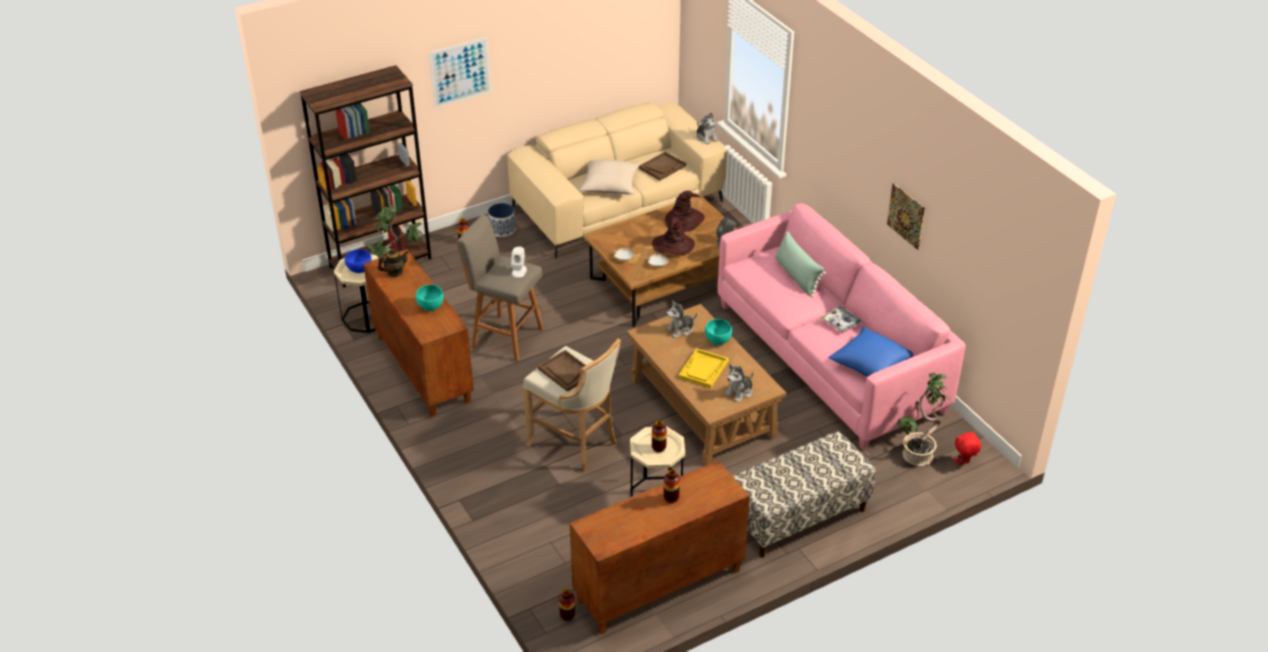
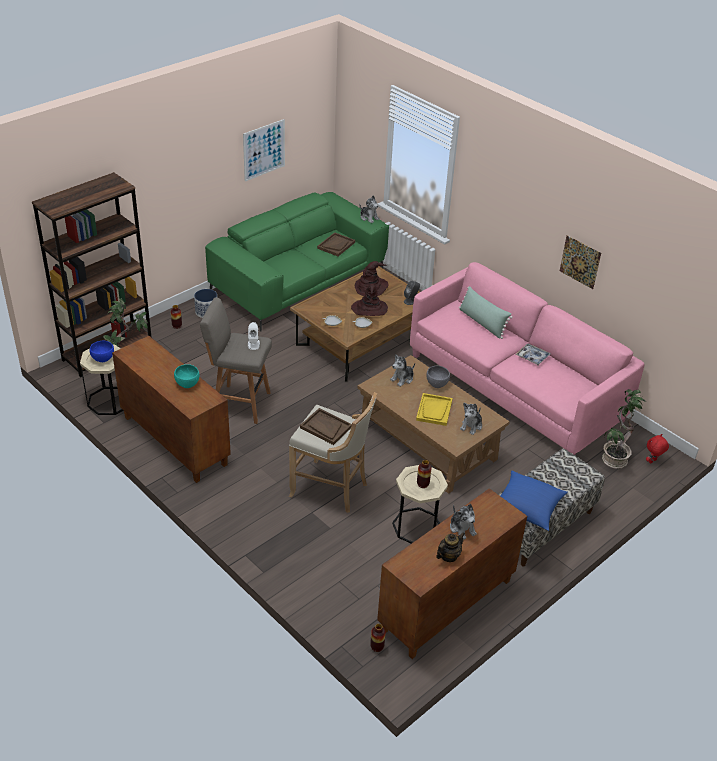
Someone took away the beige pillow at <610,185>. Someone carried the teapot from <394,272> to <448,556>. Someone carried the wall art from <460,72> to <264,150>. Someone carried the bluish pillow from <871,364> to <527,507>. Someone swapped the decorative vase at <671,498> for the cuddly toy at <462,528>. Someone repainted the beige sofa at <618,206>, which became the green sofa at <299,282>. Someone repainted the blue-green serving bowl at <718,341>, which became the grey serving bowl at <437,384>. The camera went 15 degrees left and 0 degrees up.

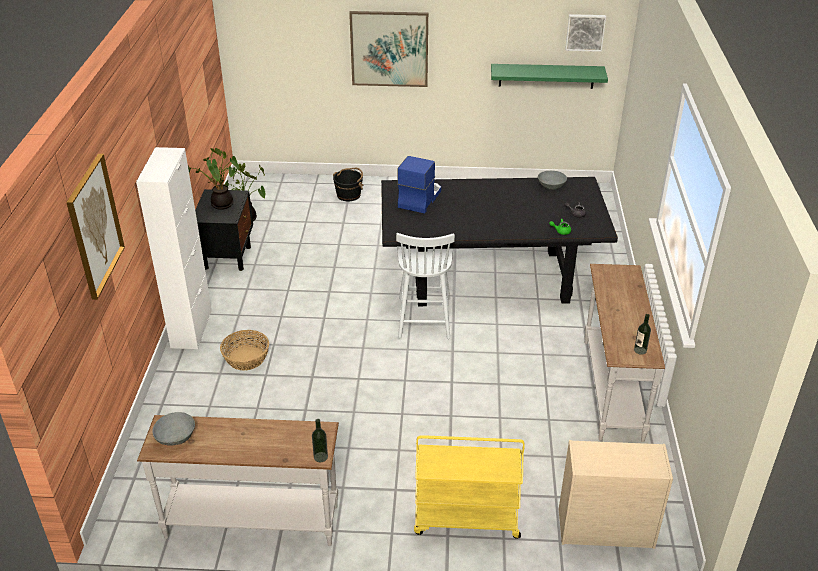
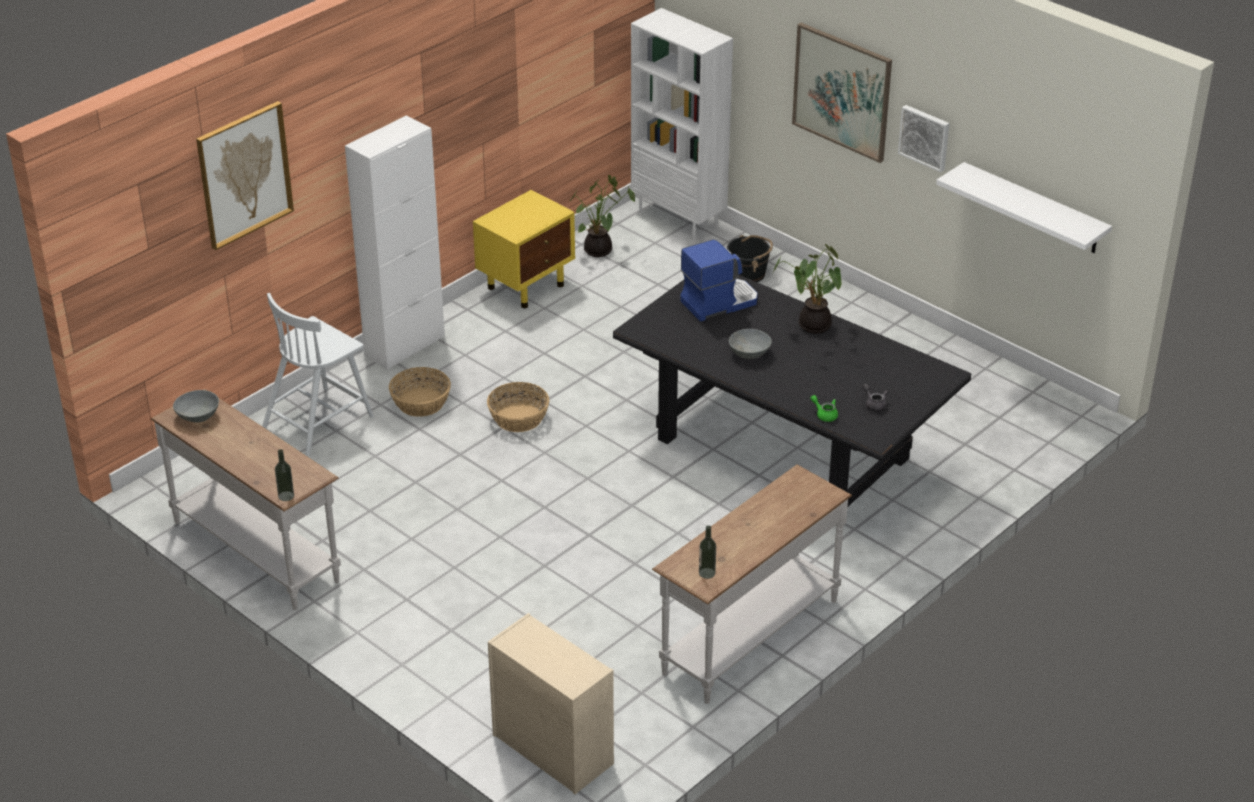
Someone took away the yellowish wheeled cart at <465,520>. Someone put down the household basket at <518,418>. Someone put down the whitish shelving unit at <679,219>. Someone carried the potted plant from <220,205> to <811,325>. Someone carried the whitish upright chair from <424,316> to <319,421>. Someone carried the grey serving bowl from <551,186> to <750,353>. Someone carried the wall art from <585,32> to <925,137>. Someone repainted the black-coloured bedside table at <227,257>, which became the yellowish bedside table at <526,286>. Someone repainted the green wall shelf at <546,76>, which became the whitish wall shelf at <1034,209>. The camera went 40 degrees right and 0 degrees up.

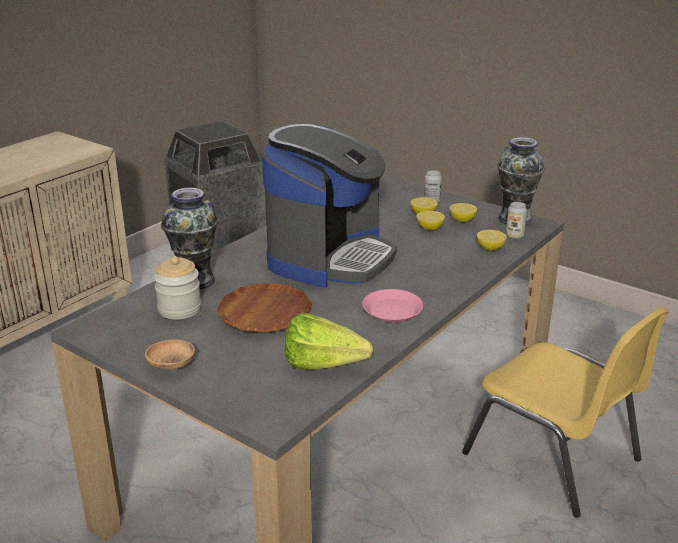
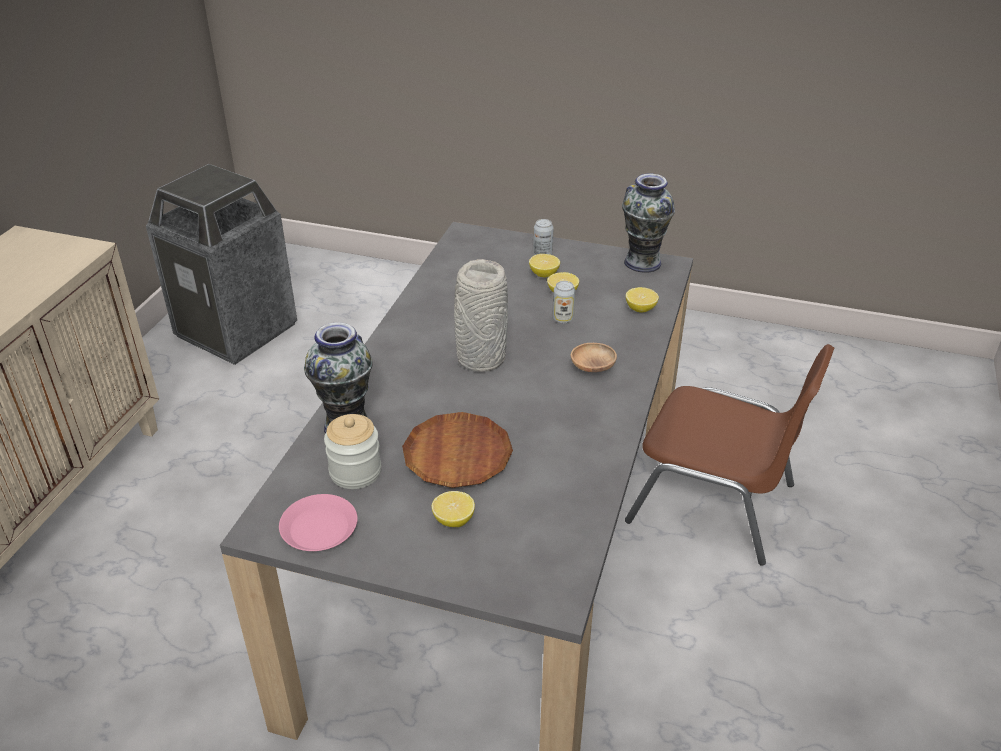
Someone took away the lettuce head at <329,367>. Someone carried the brown-coloured serving bowl from <171,366> to <592,368>. Someone carried the pink flat dish from <392,311> to <319,529>. Someone carried the citrus fruit from <462,220> to <453,520>. Someone carried the metal can from <514,236> to <563,318>. Someone swapped the coffee machine at <330,258> for the grey decorative vase at <480,358>. Someone repainted the yellowish upright chair at <554,457>, which became the brown-coloured upright chair at <714,503>. The camera went 20 degrees left and 10 degrees up.

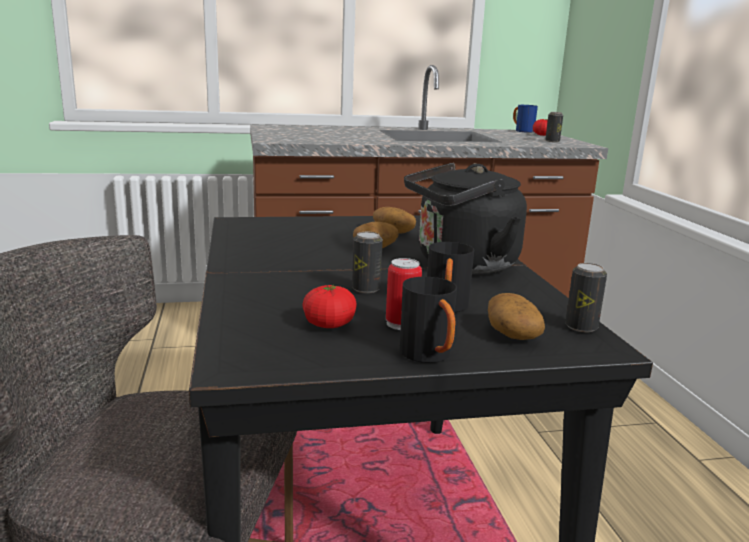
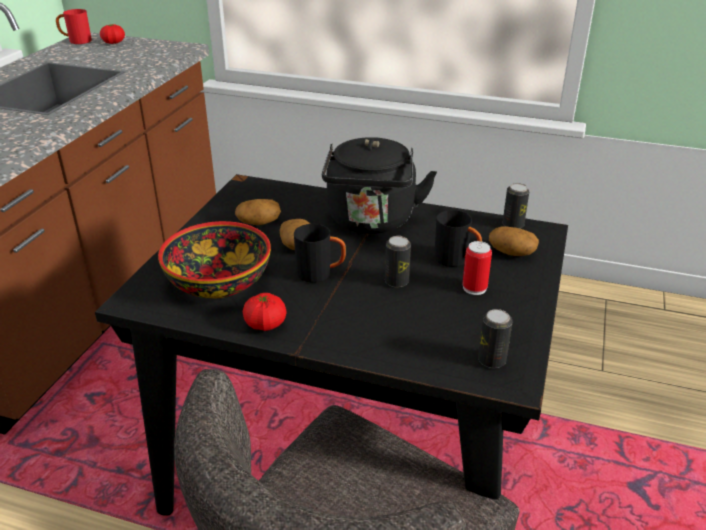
Someone put down the serving bowl at <218,282>. Someone carried the tomato from <329,324> to <265,324>. Someone carried the black-coloured coffee mug from <430,357> to <321,274>. Someone carried the metal can from <552,141> to <491,360>. Someone repainted the bluish coffee mug at <521,131>, which became the red coffee mug at <76,41>. The camera went 60 degrees left and 15 degrees up.

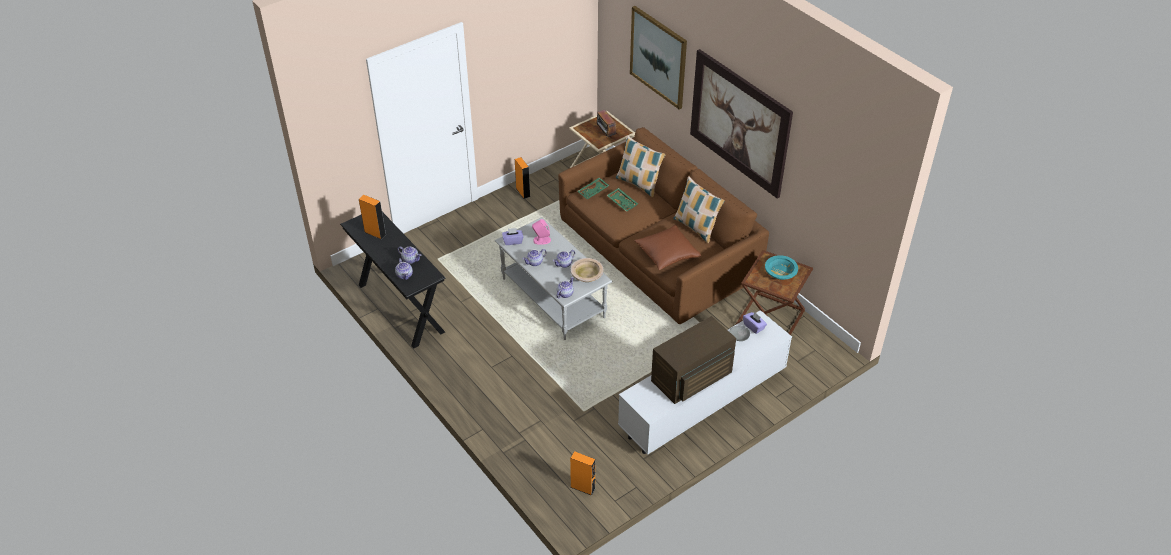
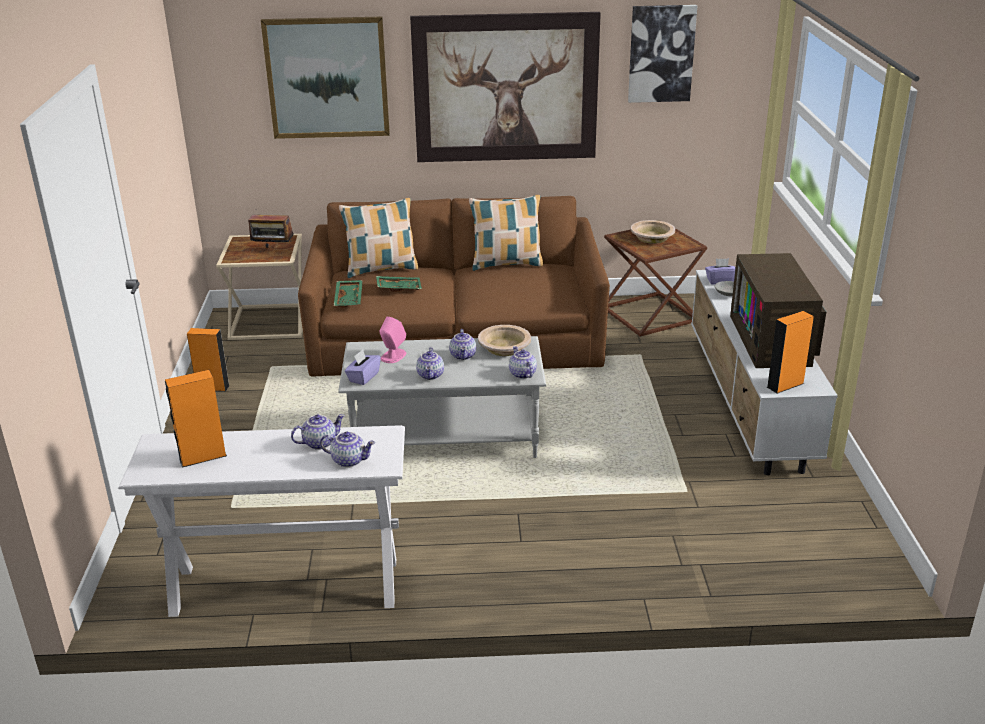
Someone took away the brown-coloured pillow at <667,254>. Someone put up the wall art at <661,53>. Someone carried the orange-coloured speaker from <582,487> to <785,385>. Someone repainted the black-coloured narrow table at <401,308>, which became the whitish narrow table at <285,587>. Someone repainted the blue-green serving bowl at <780,272>, which became the beige serving bowl at <652,237>. The camera went 55 degrees left and 15 degrees down.

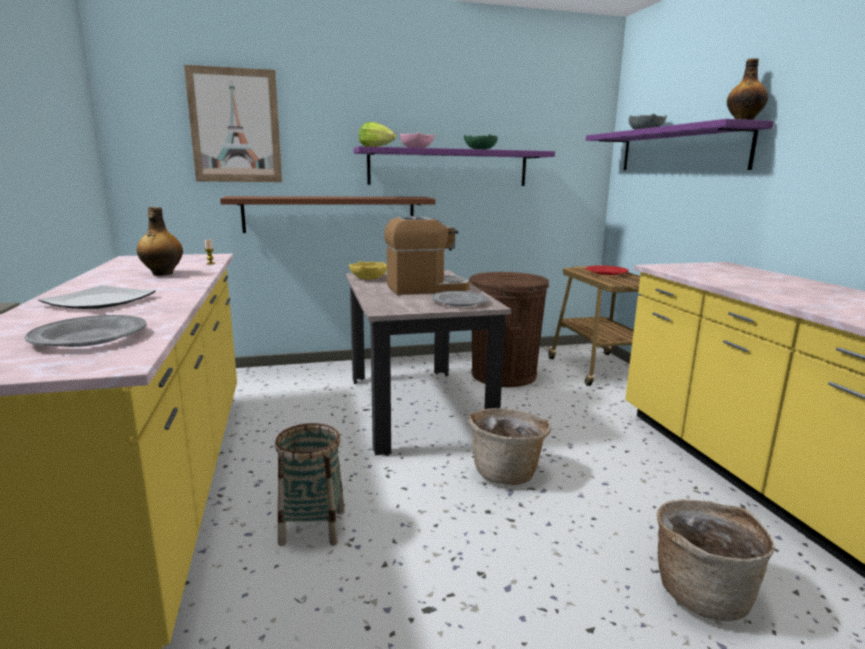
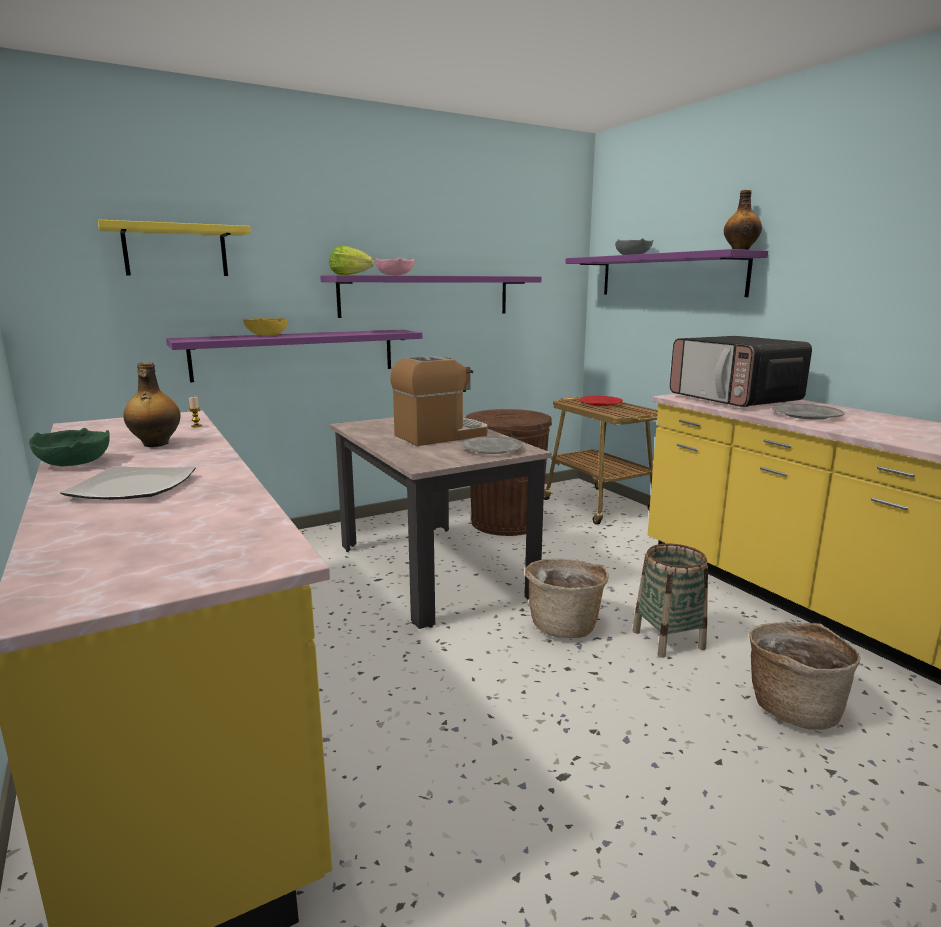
Someone put down the microwave at <734,399>. Someone carried the grey flat dish from <89,337> to <806,415>. Someone carried the household basket from <312,527> to <668,640>. Someone carried the yellowish serving bowl from <369,278> to <267,335>. Someone carried the green serving bowl from <480,149> to <74,463>. Someone swapped the wall art at <235,126> for the yellowish wall shelf at <175,251>. Someone repainted the brown-coloured wall shelf at <330,214>, which became the purple wall shelf at <296,354>. The camera went 15 degrees left and 0 degrees up.

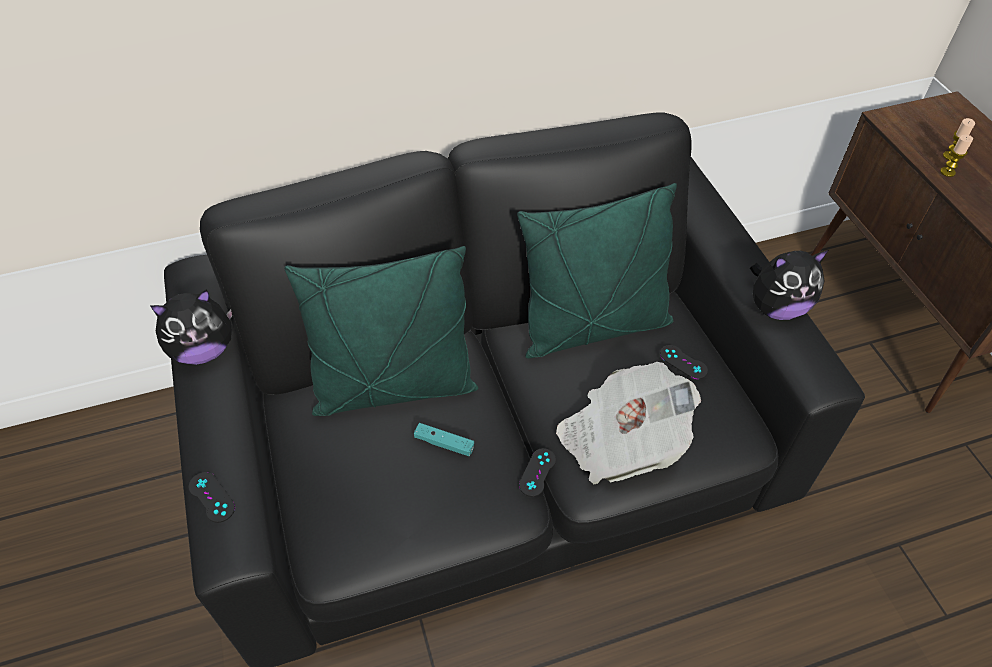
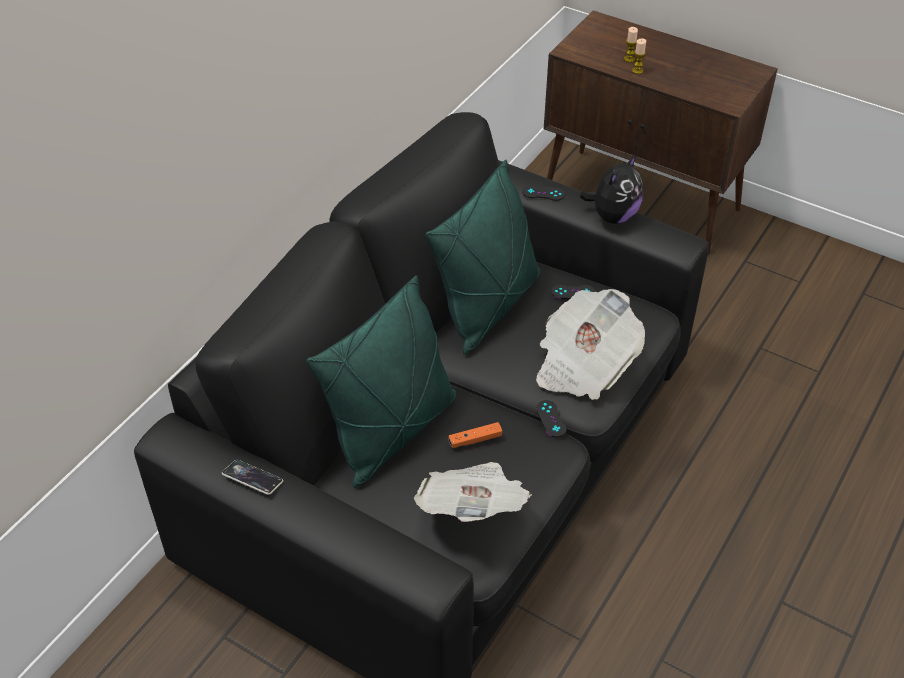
Someone put down the printed paper at <473,509>. Someone carried the black-coloured game controller from <211,497> to <543,193>. Someone swapped the cuddly toy at <204,350> for the phone at <253,479>. Someone repainted the blue-green game controller at <444,443>, which became the orange-coloured game controller at <475,440>. The camera went 40 degrees left and 5 degrees down.

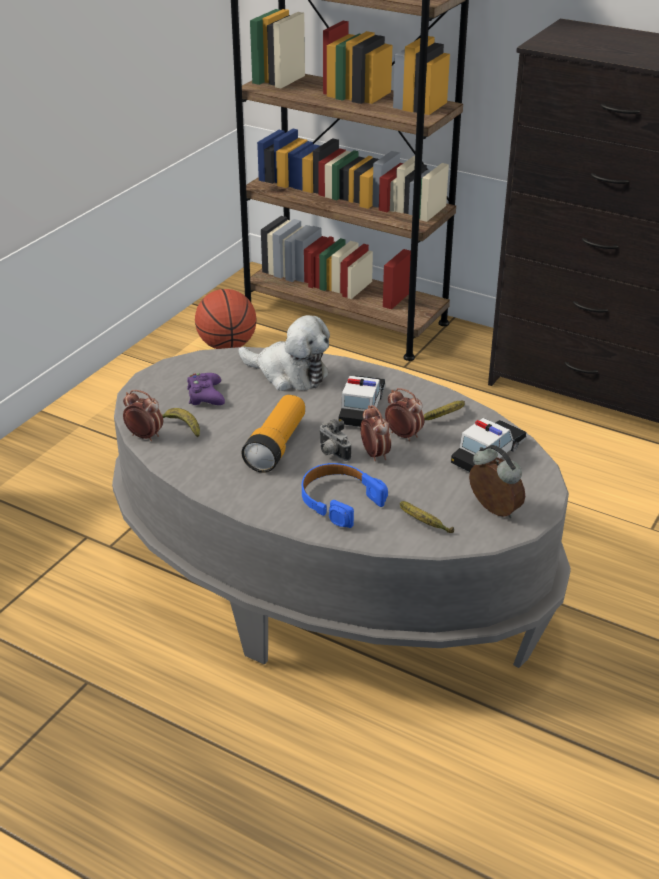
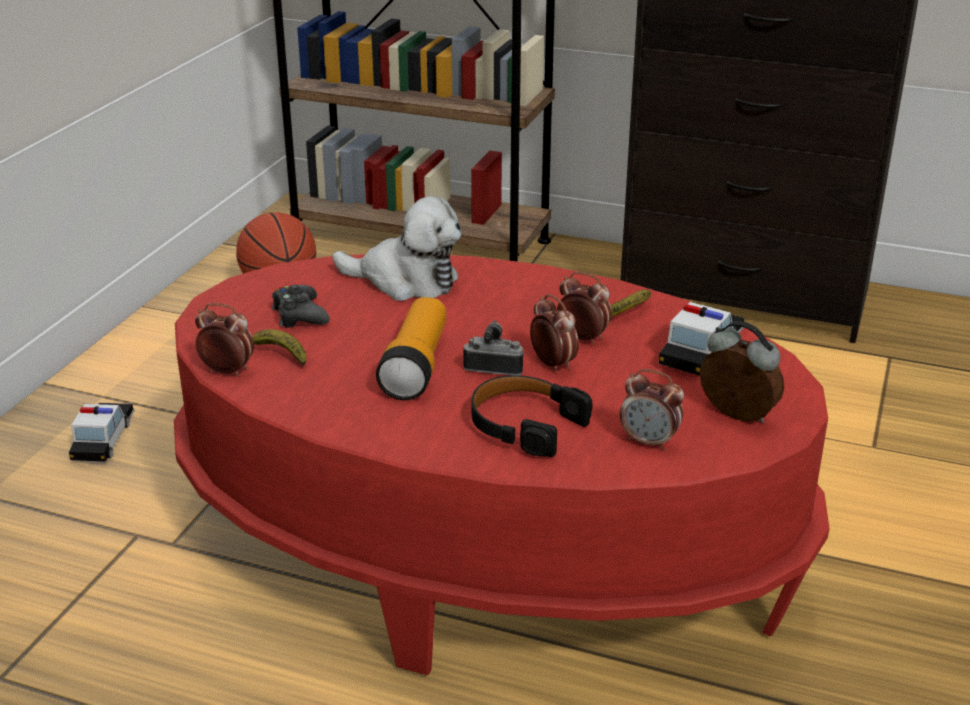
Someone carried the model car from <362,407> to <103,438>. Someone swapped the whole banana at <423,524> for the bedside clock at <649,442>. Someone repainted the grey low table at <329,575>, which became the red low table at <484,548>. Someone repainted the purple game controller at <205,395>, which became the black-coloured game controller at <299,315>. Someone repainted the bluish pair of headphones at <339,501>, which became the black-coloured pair of headphones at <525,425>. Someone rotated the still camera at <331,453> by 150 degrees clockwise. The camera went 10 degrees left and 5 degrees down.

